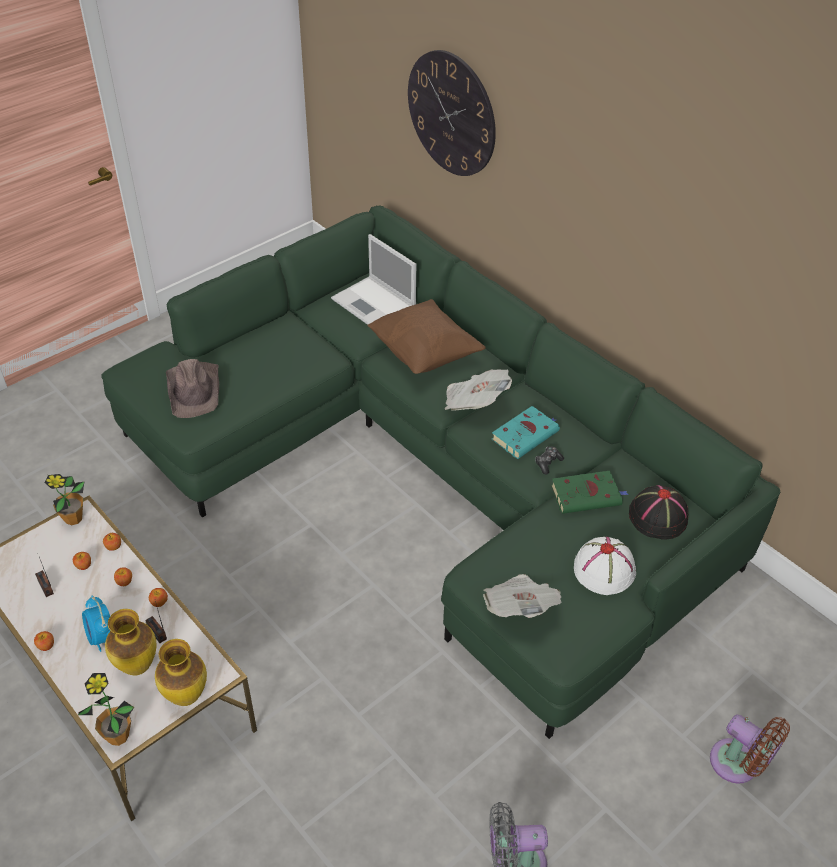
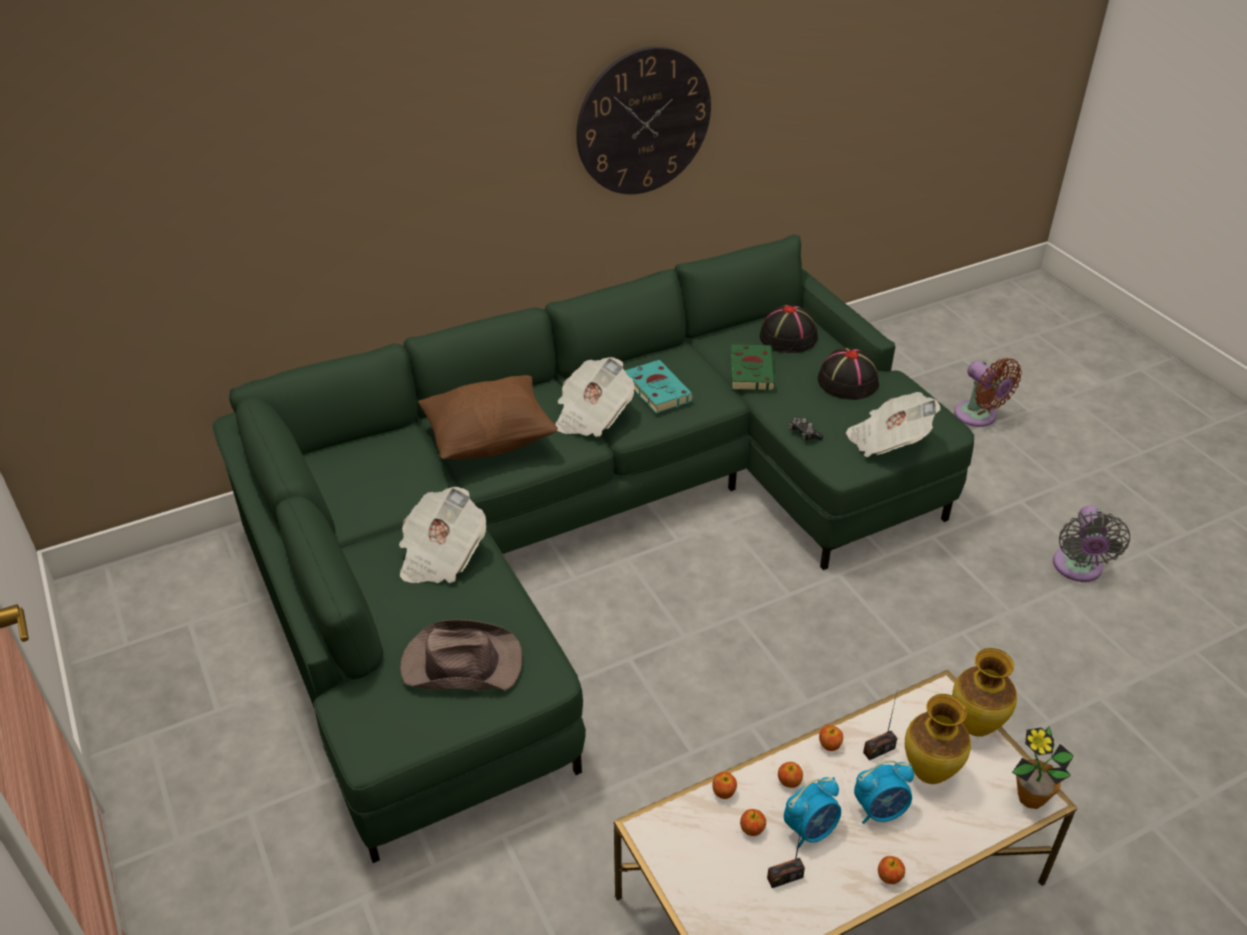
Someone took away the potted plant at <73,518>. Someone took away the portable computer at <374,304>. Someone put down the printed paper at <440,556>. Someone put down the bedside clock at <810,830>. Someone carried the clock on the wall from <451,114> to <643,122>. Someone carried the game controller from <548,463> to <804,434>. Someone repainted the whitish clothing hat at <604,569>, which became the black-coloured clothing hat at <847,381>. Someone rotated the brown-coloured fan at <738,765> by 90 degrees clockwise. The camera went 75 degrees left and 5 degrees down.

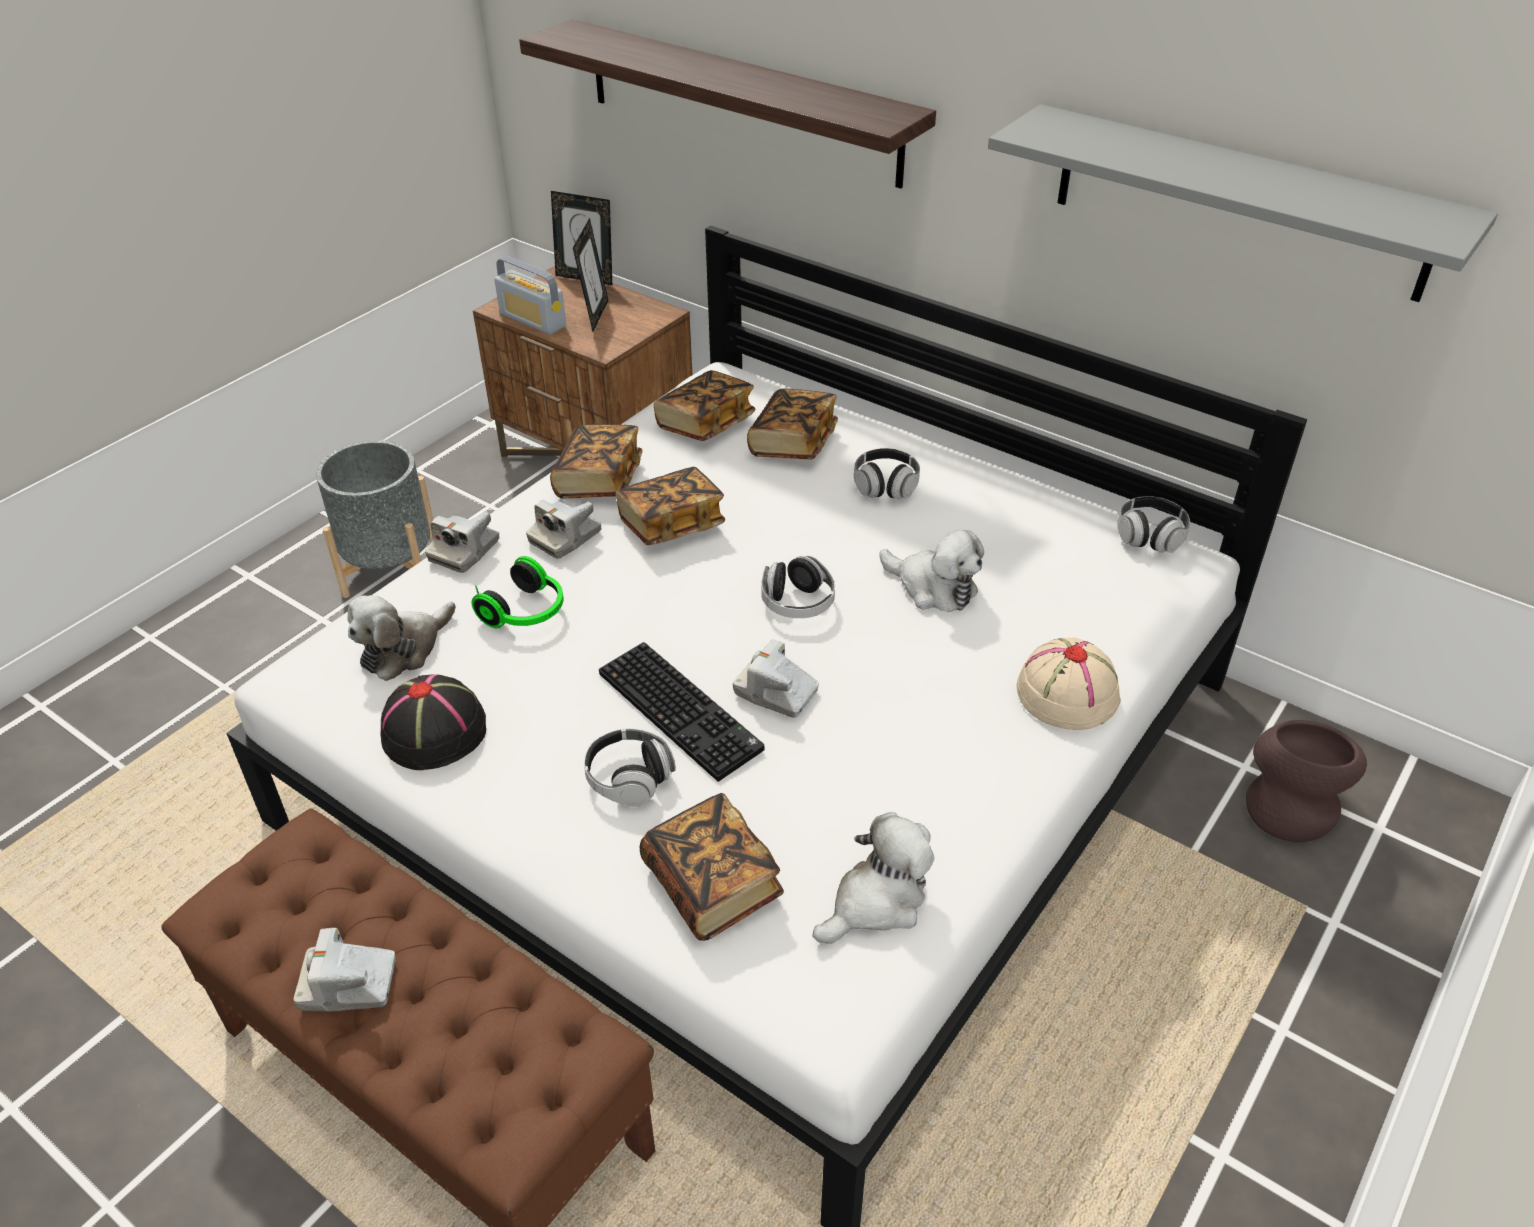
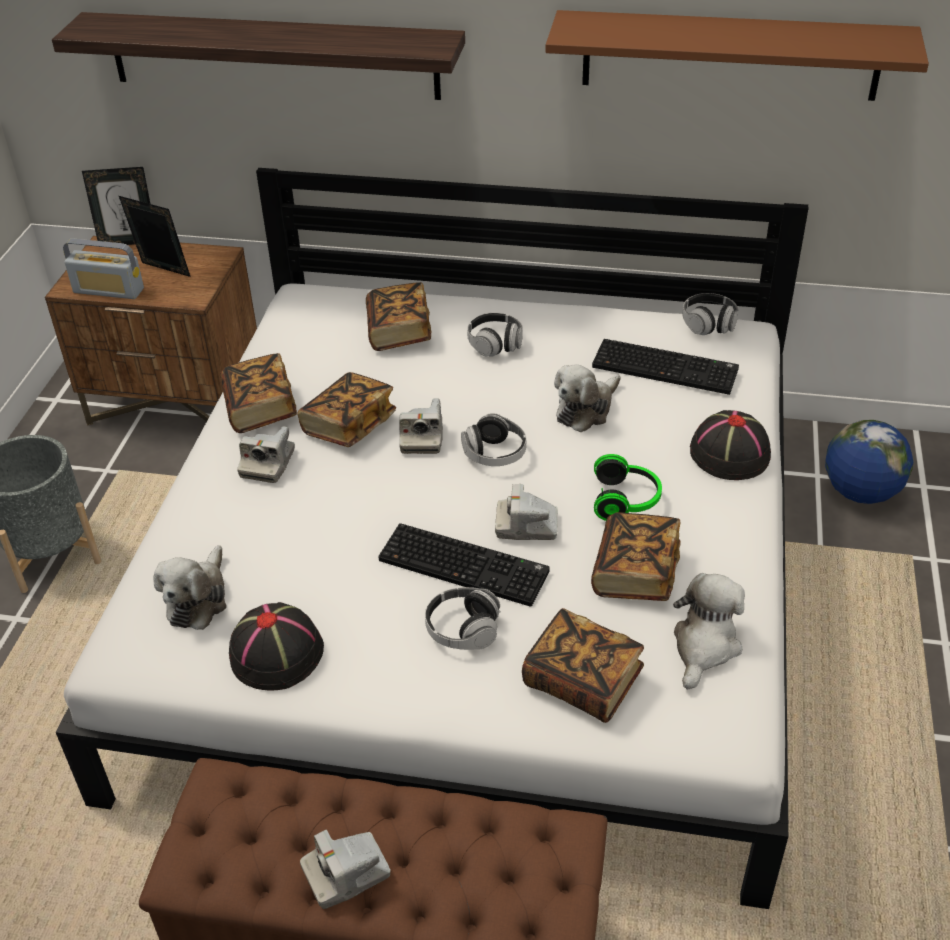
Someone put down the PC keyboard at <666,367>. Someone carried the still camera from <464,551> to <421,437>. Someone carried the pair of headphones from <527,612> to <626,500>. Someone carried the book from <705,424> to <635,573>. Someone swapped the brown-coloured decorative vase at <1288,806> for the desk globe at <860,492>. Someone repainted the grey wall shelf at <1239,202>, which became the brown-coloured wall shelf at <730,55>. Someone repainted the beige clothing hat at <1066,692>, which became the black-coloured clothing hat at <729,454>. Someone rotated the standing frame at <595,315> by 45 degrees counterclockwise. Someone rotated the cuddly toy at <933,588> by 120 degrees clockwise. The camera went 25 degrees left and 0 degrees up.

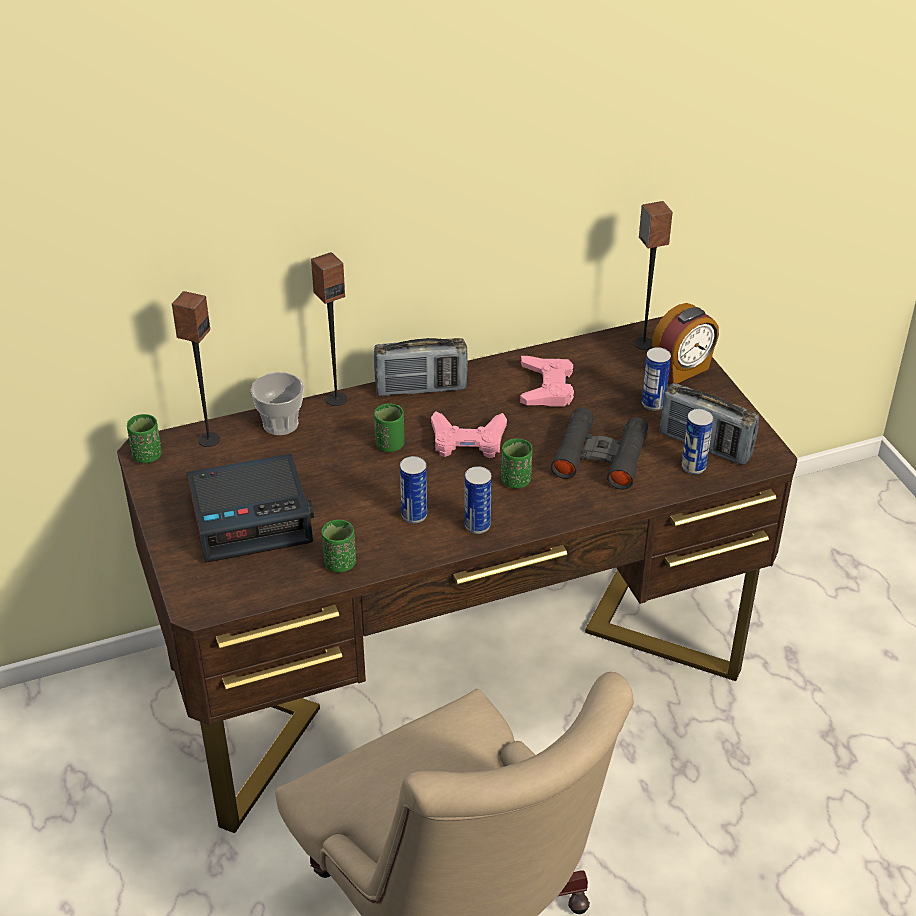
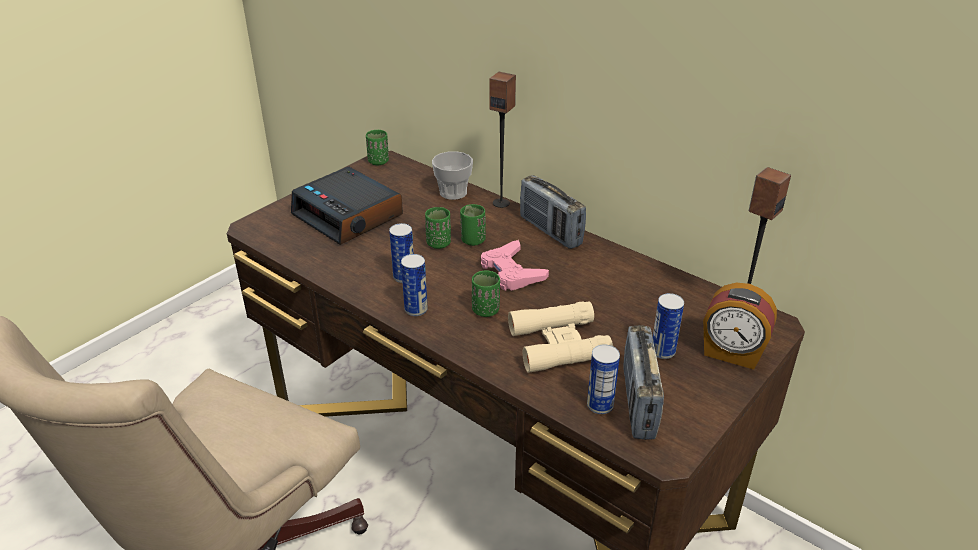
Someone took away the speaker at <208,439>. Someone took away the pink game controller at <546,387>. Someone carried the green drinking cup from <340,563> to <438,243>. Someone repainted the black-coloured field glasses at <600,456>, which became the beige field glasses at <558,344>. The camera went 60 degrees right and 5 degrees down.

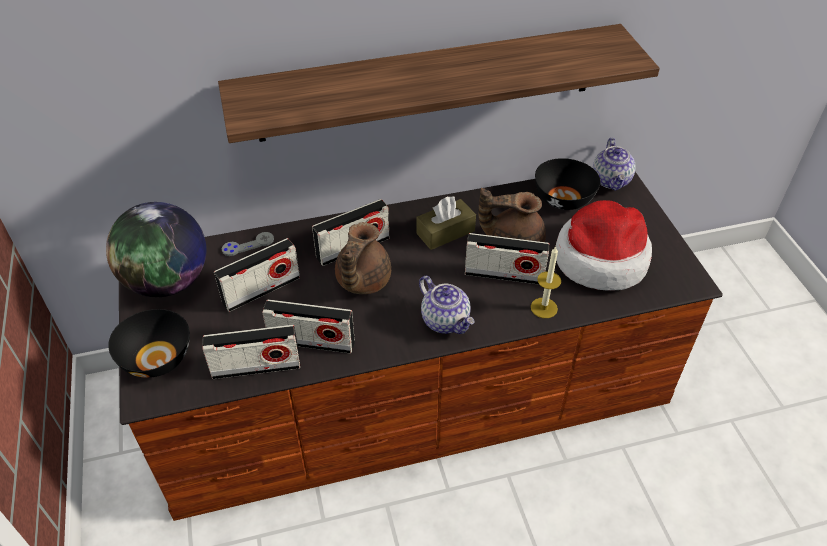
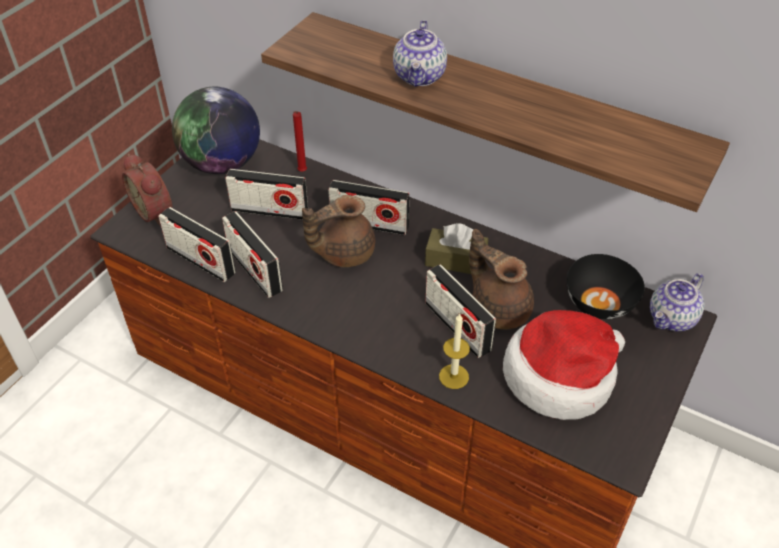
Someone carried the teapot from <446,320> to <420,76>. Someone swapped the black-coloured serving bowl at <158,358> for the bedside clock at <156,210>. Someone swapped the grey game controller at <248,245> for the red wax light at <301,172>. The camera went 45 degrees right and 0 degrees up.

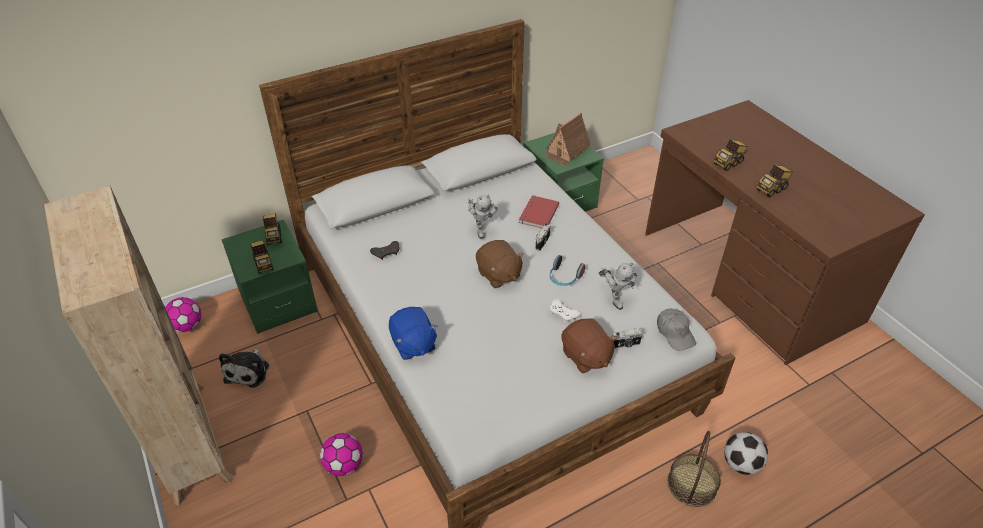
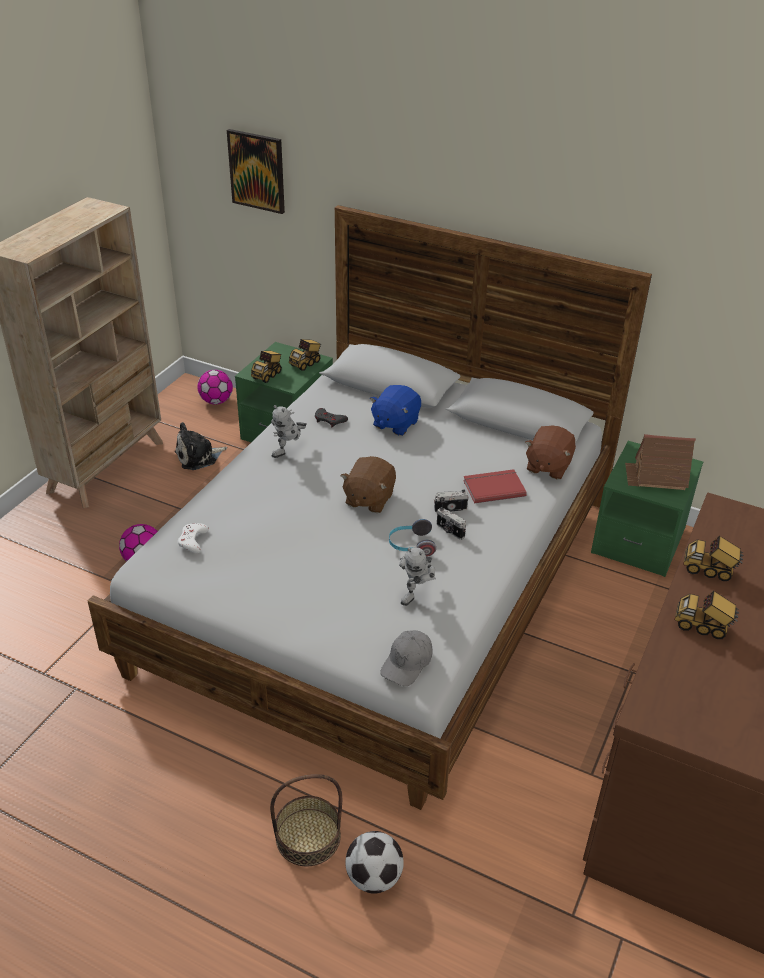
Someone put up the wall art at <257,171>. Someone carried the bluish cuddly toy from <413,344> to <395,424>. Someone carried the robot figure from <481,229> to <289,452>. Someone carried the whitish game controller from <563,313> to <193,540>. Someone carried the brown-coloured cuddly toy from <585,357> to <548,466>. Someone carried the still camera from <625,345> to <449,531>. The camera went 55 degrees right and 5 degrees down.

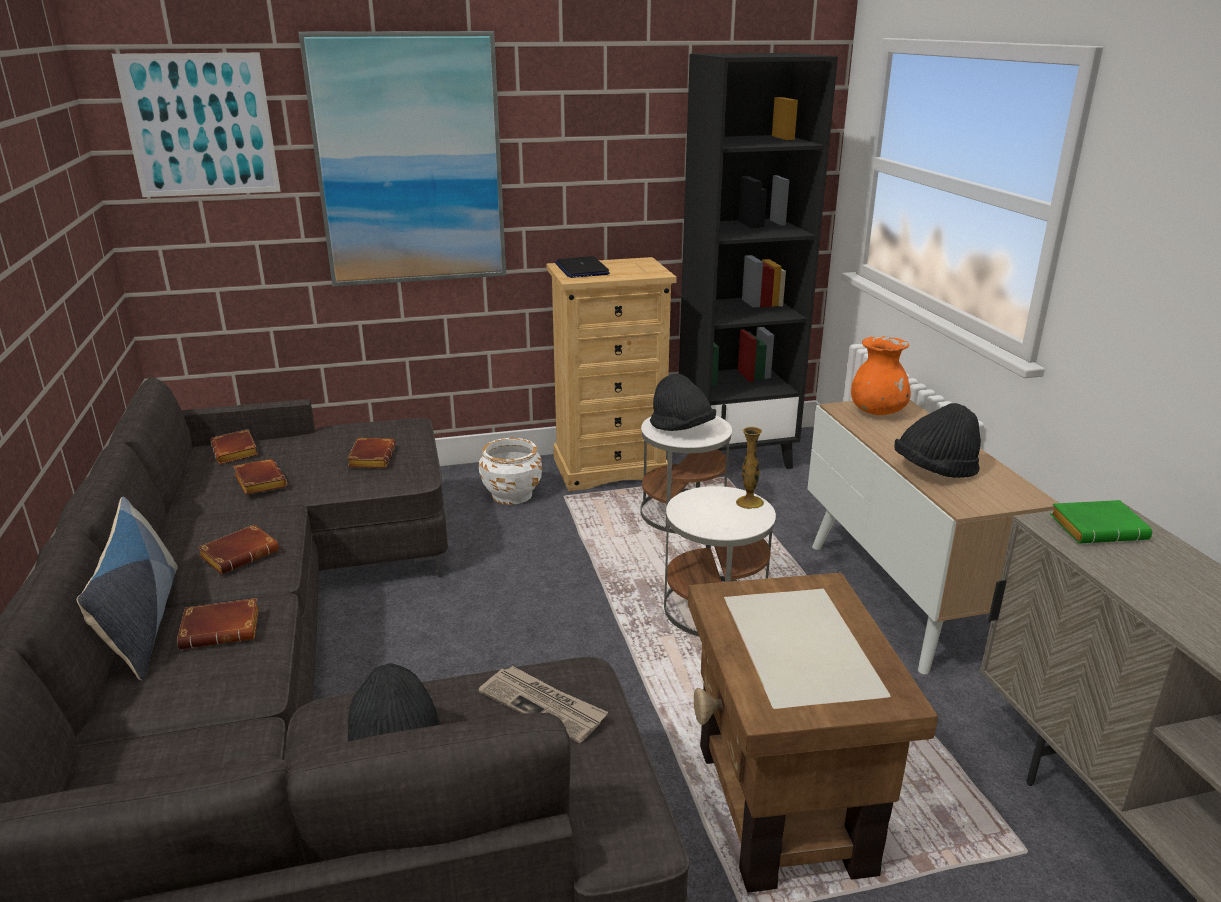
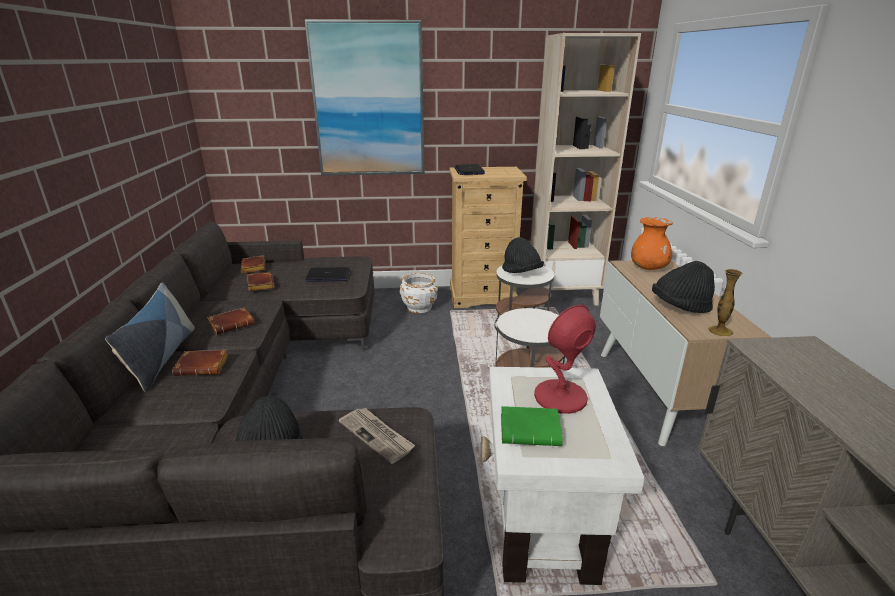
Someone took away the wall art at <200,125>. Someone put down the red table lamp at <560,397>. Someone carried the decorative vase from <749,502> to <720,331>. Someone carried the green book from <1098,528> to <531,430>. Someone swapped the brown-coloured book at <370,457> for the portable computer at <328,276>. Someone repainted the black-coloured shelving unit at <735,456>, which became the beige shelving unit at <562,295>. Someone repainted the brown-coloured end table at <780,807>, which became the whitish end table at <541,524>. The camera went 10 degrees right and 0 degrees up.

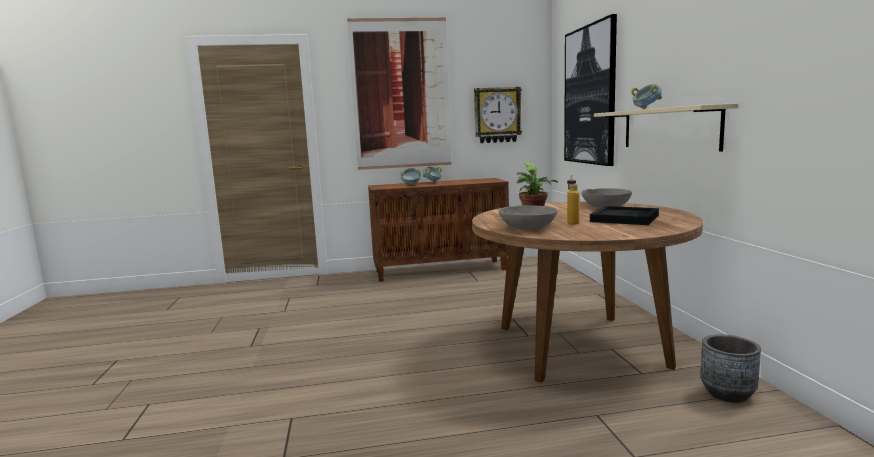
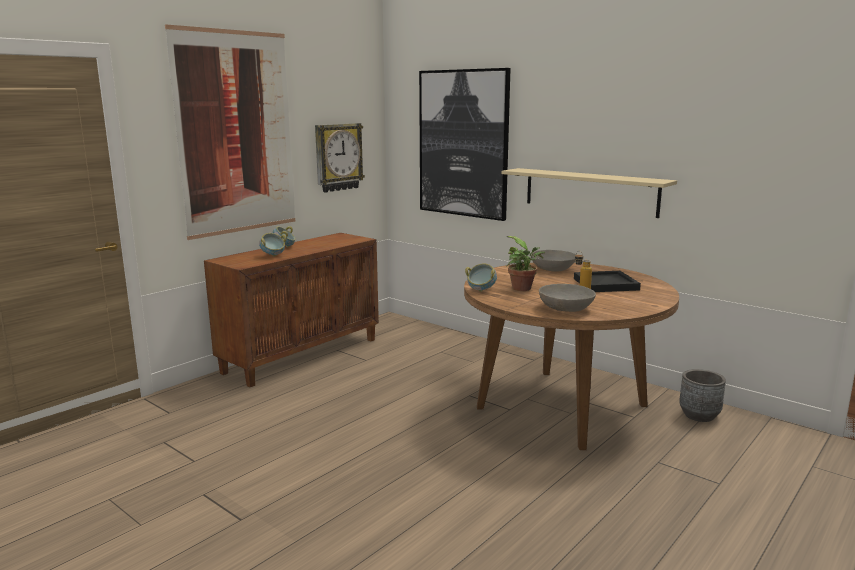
Someone carried the serving bowl from <646,109> to <481,290>. The camera went 40 degrees left and 5 degrees up.

